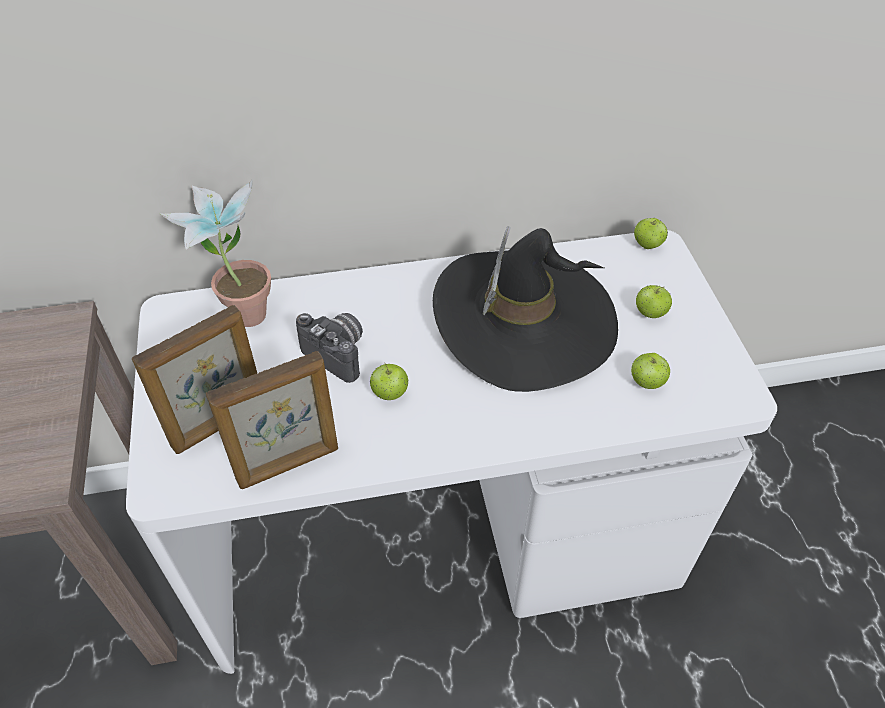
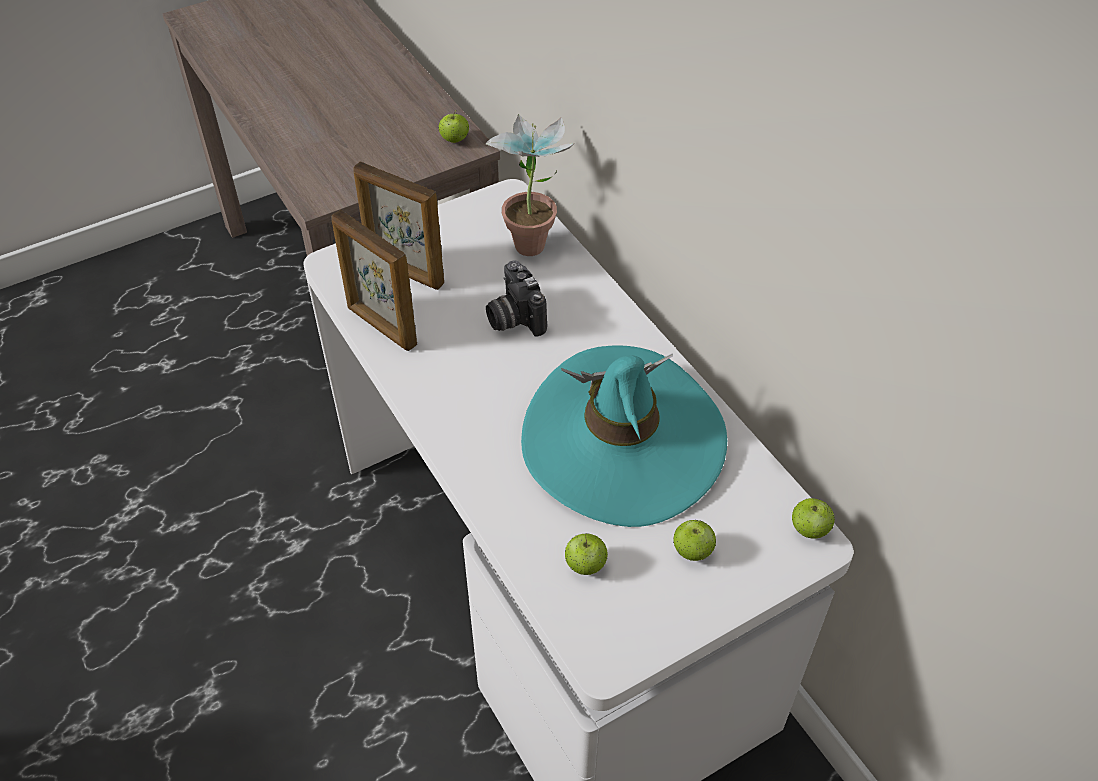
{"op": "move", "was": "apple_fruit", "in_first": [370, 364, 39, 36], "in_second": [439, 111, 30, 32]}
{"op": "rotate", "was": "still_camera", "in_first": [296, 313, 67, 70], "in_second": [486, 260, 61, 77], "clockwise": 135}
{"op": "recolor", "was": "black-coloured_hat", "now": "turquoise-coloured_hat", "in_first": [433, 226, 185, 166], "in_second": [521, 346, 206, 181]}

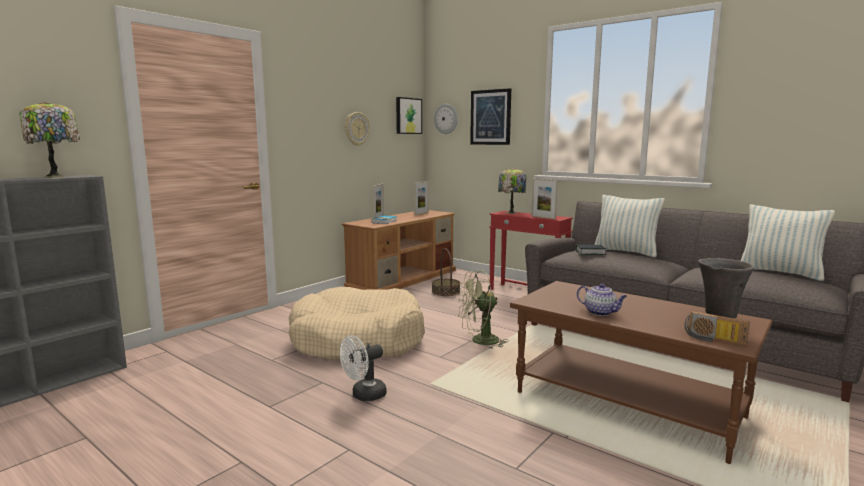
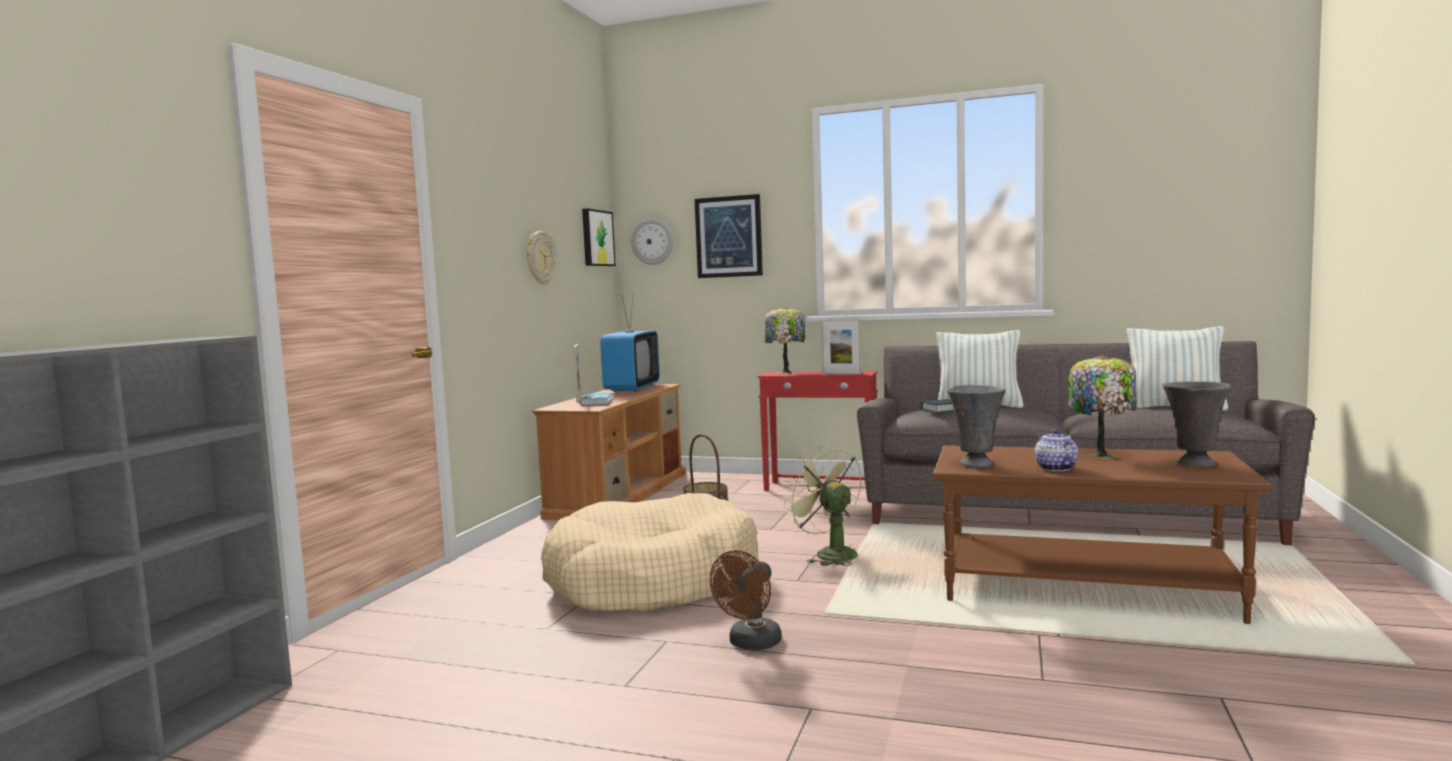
{"op": "replace", "was": "standing_frame", "now": "television", "in_first": [414, 181, 15, 34], "in_second": [600, 294, 60, 98]}
{"op": "recolor", "was": "white-coloured_fan", "now": "brown_fan", "in_first": [340, 335, 47, 66], "in_second": [710, 550, 72, 100]}
{"op": "rotate", "was": "green_fan", "in_first": [458, 270, 51, 79], "in_second": [783, 445, 78, 121], "clockwise": 90}
{"op": "insert", "now": "gray_flower_vase", "in_second": [947, 385, 59, 83]}
{"op": "rotate", "was": "teapot", "in_first": [577, 283, 50, 33], "in_second": [1035, 429, 43, 42], "clockwise": -120}
{"op": "move", "was": "lamp_for_a_table", "in_first": [19, 102, 61, 76], "in_second": [1069, 355, 68, 104]}
{"op": "delete", "was": "radio_receiver", "in_first": [684, 311, 66, 34]}

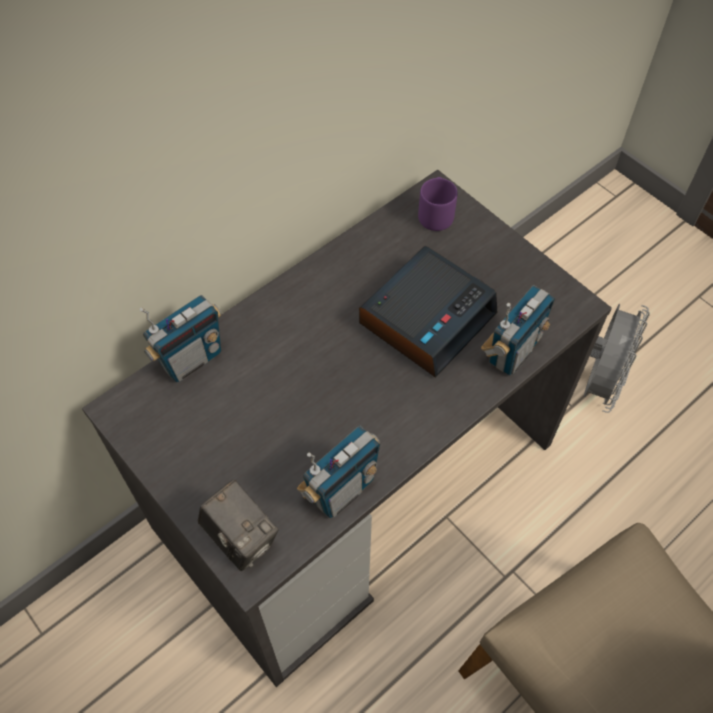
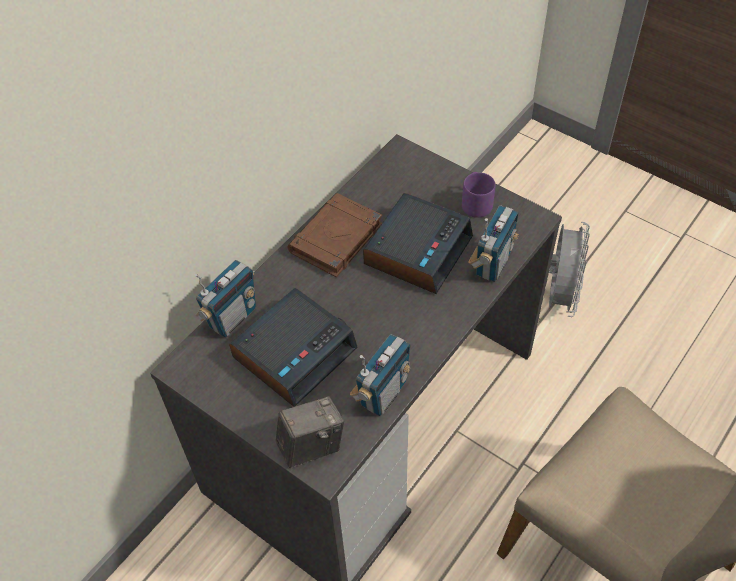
{"op": "insert", "now": "table_clock", "in_second": [229, 288, 129, 119]}
{"op": "rotate", "was": "still_camera", "in_first": [198, 480, 80, 91], "in_second": [276, 396, 68, 72], "clockwise": -60}
{"op": "insert", "now": "brown_volume", "in_second": [287, 193, 95, 85]}
{"op": "move", "was": "purple-coloured_tea_mug", "in_first": [418, 177, 40, 54], "in_second": [462, 172, 33, 46]}

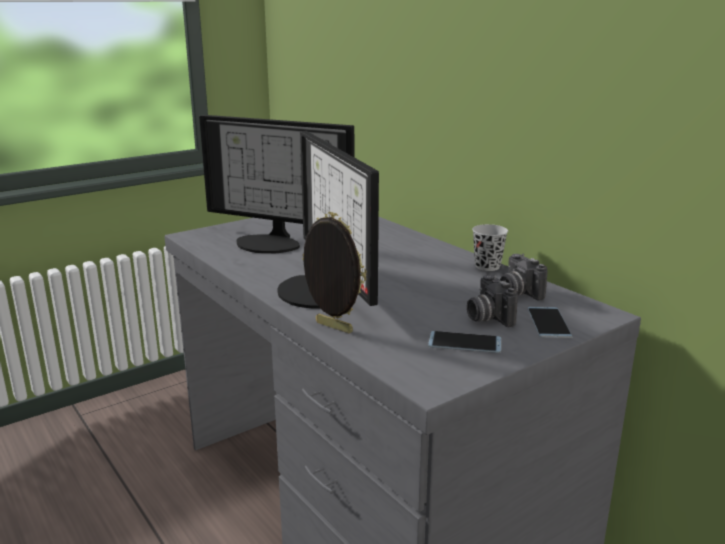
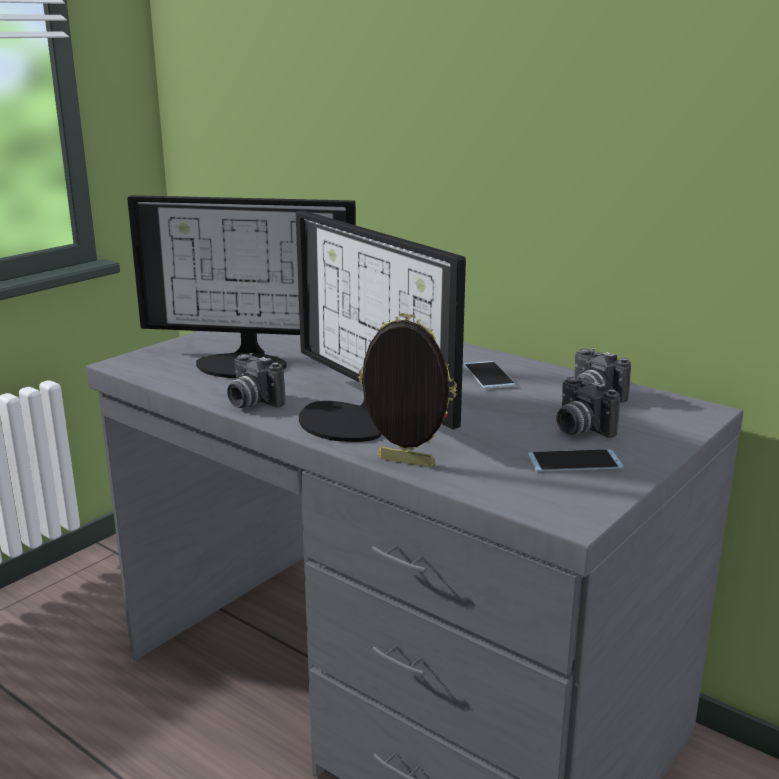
{"op": "insert", "now": "still_camera", "in_second": [227, 353, 59, 55]}
{"op": "move", "was": "telephone", "in_first": [528, 307, 44, 31], "in_second": [464, 361, 52, 28]}
{"op": "delete", "was": "black-coloured_drinking_cup", "in_first": [472, 224, 36, 47]}

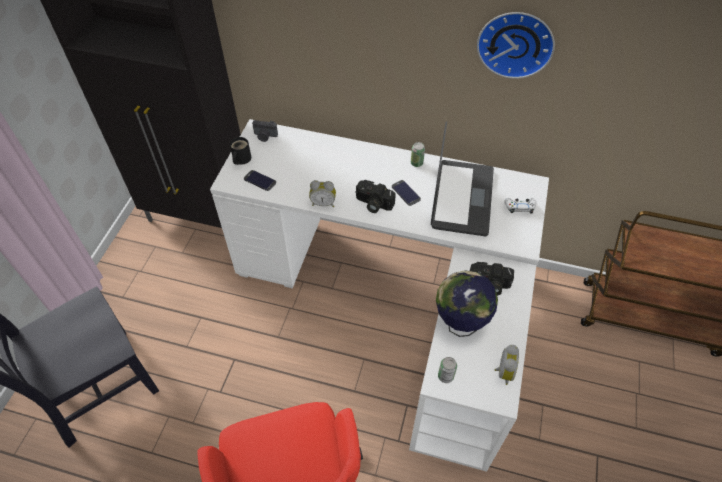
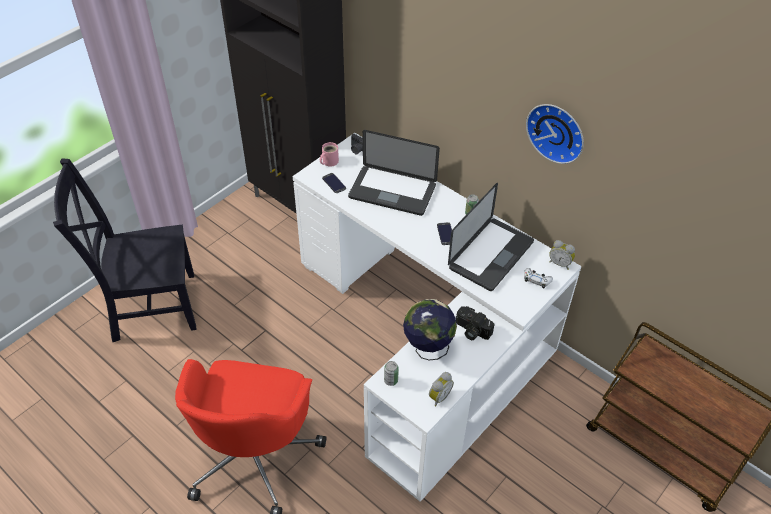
{"op": "recolor", "was": "black-coloured_tea_mug", "now": "pink-coloured_tea_mug", "in_first": [230, 137, 21, 28], "in_second": [320, 142, 19, 25]}
{"op": "insert", "now": "notebook_computer", "in_second": [348, 130, 92, 86]}
{"op": "move", "was": "table_clock", "in_first": [309, 180, 27, 27], "in_second": [549, 240, 26, 30]}
{"op": "delete", "was": "still_camera", "in_first": [355, 180, 41, 33]}

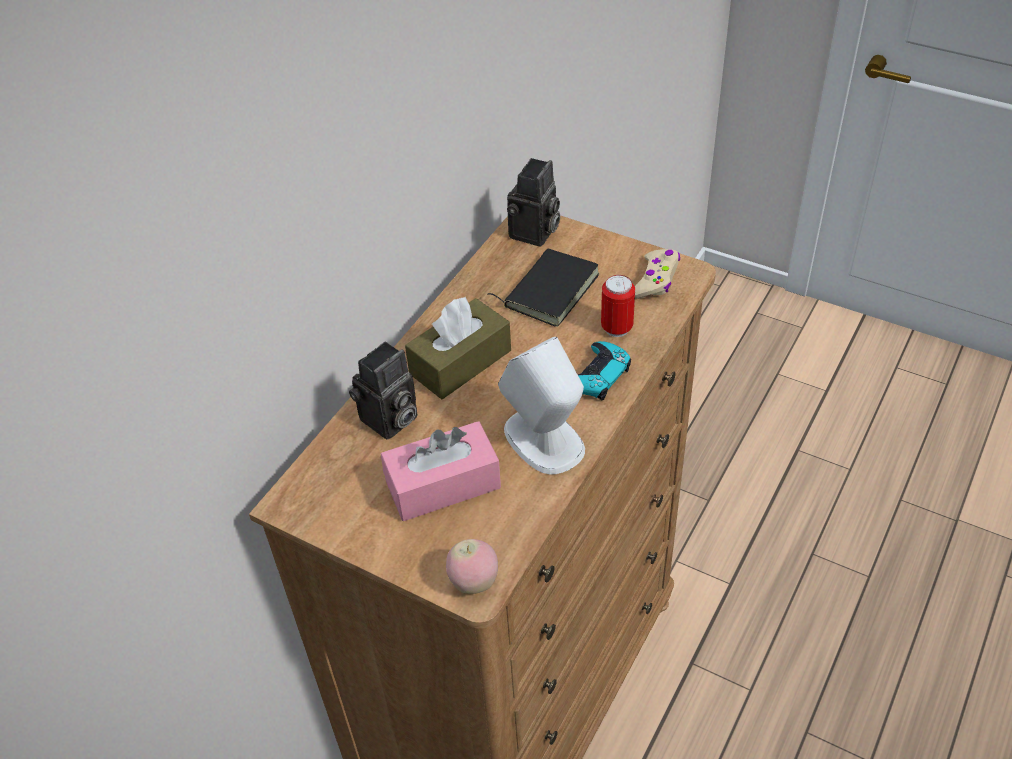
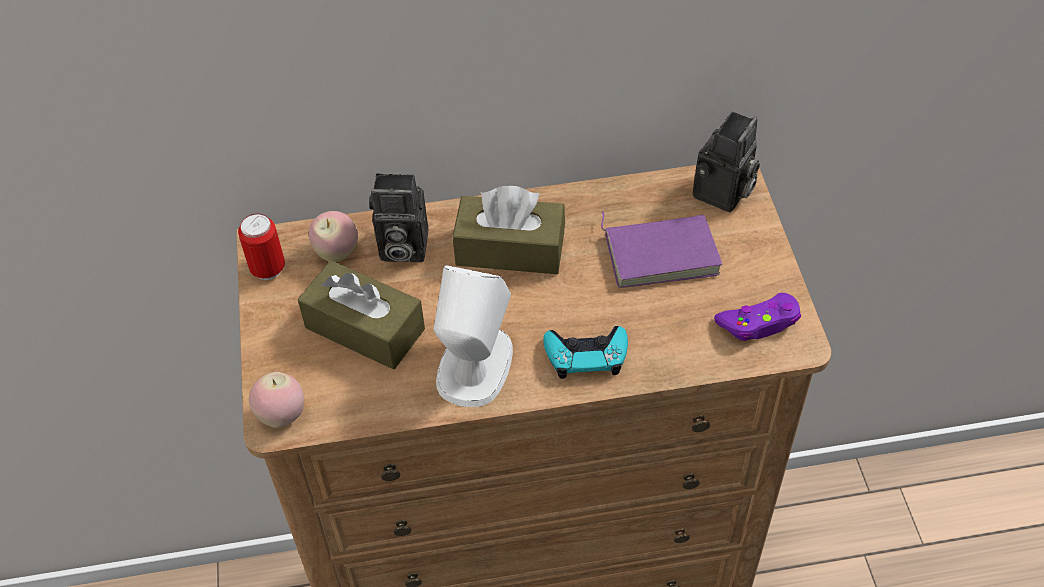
{"op": "move", "was": "can", "in_first": [601, 275, 34, 62], "in_second": [238, 213, 47, 67]}
{"op": "recolor", "was": "pink-coloured_box_of_tissues", "now": "brown_box_of_tissues", "in_first": [381, 421, 120, 100], "in_second": [298, 260, 127, 109]}
{"op": "insert", "now": "apple_fruit", "in_second": [309, 211, 49, 51]}
{"op": "recolor", "was": "black-coloured_volume", "now": "purple-coloured_volume", "in_first": [488, 248, 111, 79], "in_second": [601, 212, 122, 76]}
{"op": "rotate", "was": "still_camera", "in_first": [507, 158, 53, 88], "in_second": [693, 111, 67, 101], "clockwise": -45}
{"op": "recolor", "was": "sand-coloured_game_controller", "now": "purple-coloured_game_controller", "in_first": [635, 249, 45, 50], "in_second": [714, 293, 87, 48]}

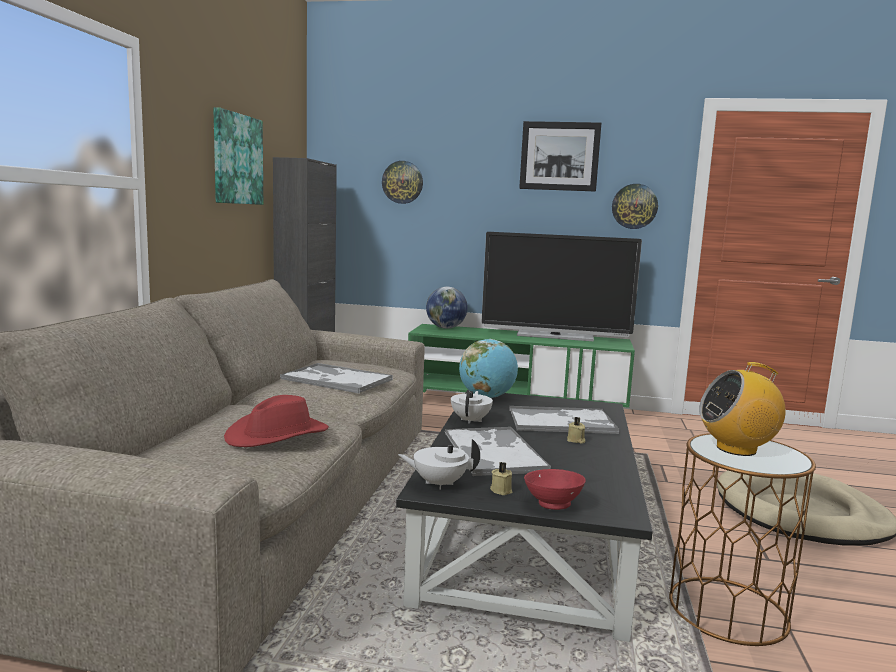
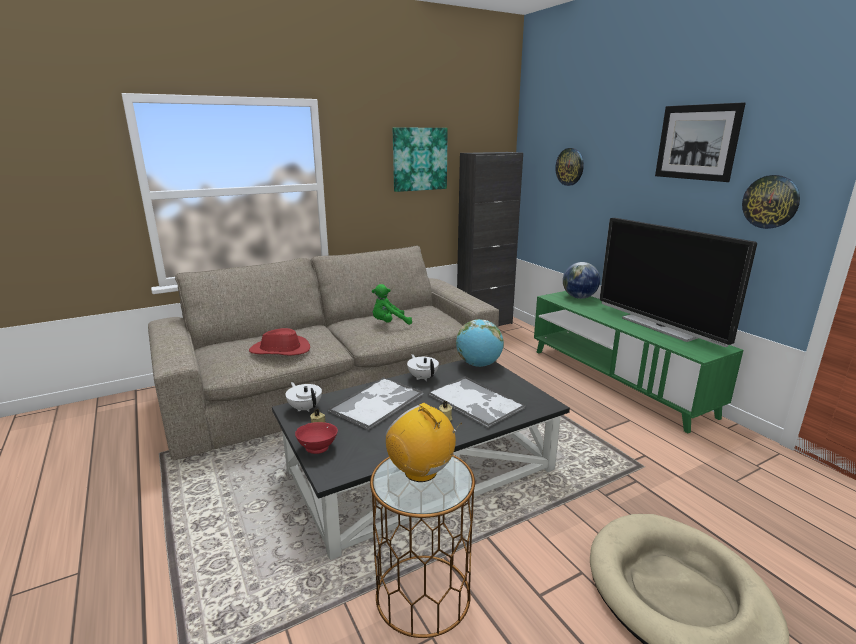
{"op": "replace", "was": "tray", "now": "green_cuddly_toy", "in_first": [280, 363, 113, 31], "in_second": [372, 284, 40, 41]}
{"op": "rotate", "was": "white-coloured_teapot", "in_first": [451, 390, 42, 34], "in_second": [407, 354, 32, 27], "clockwise": -90}

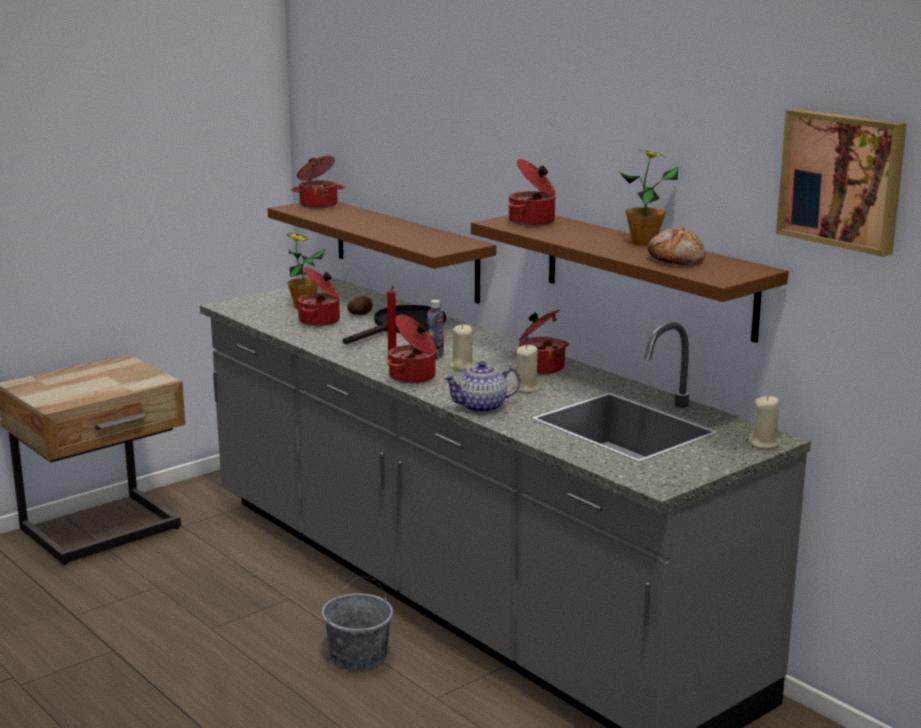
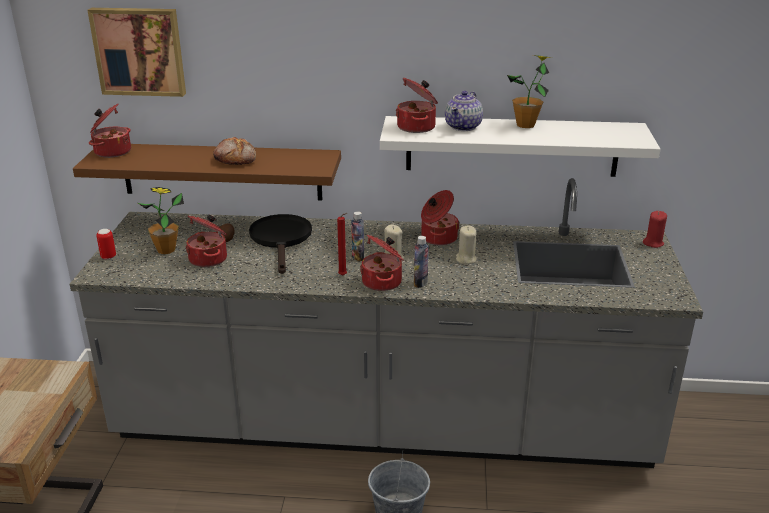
{"op": "move", "was": "wall_picture", "in_first": [776, 109, 131, 148], "in_second": [88, 8, 98, 89]}
{"op": "insert", "now": "can", "in_second": [96, 229, 20, 31]}
{"op": "move", "was": "bread", "in_first": [648, 228, 58, 37], "in_second": [213, 137, 43, 28]}
{"op": "recolor", "was": "brown_wall_shelf", "now": "white-coloured_wall_shelf", "in_first": [471, 215, 318, 128], "in_second": [380, 116, 281, 61]}
{"op": "insert", "now": "drink_bottle", "in_second": [414, 236, 15, 52]}
{"op": "move", "was": "teapot", "in_first": [443, 361, 78, 52], "in_second": [445, 91, 38, 40]}
{"op": "recolor", "was": "sand-coloured_wax_candle", "now": "reddish_wax_candle", "in_first": [748, 395, 33, 54], "in_second": [643, 211, 24, 37]}

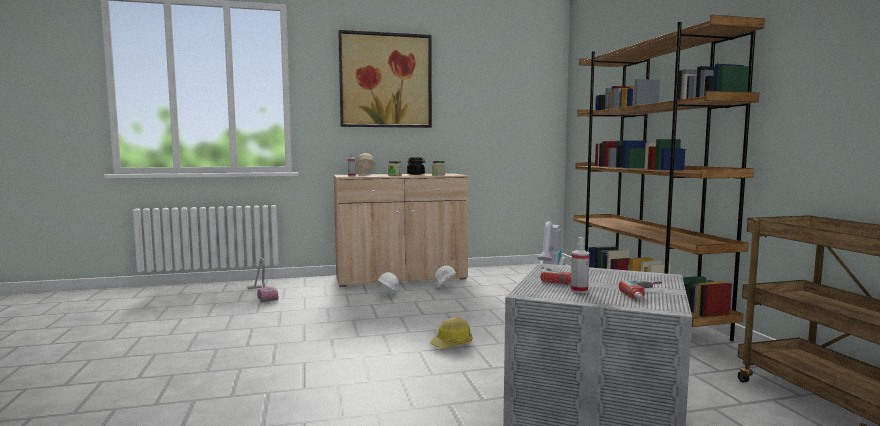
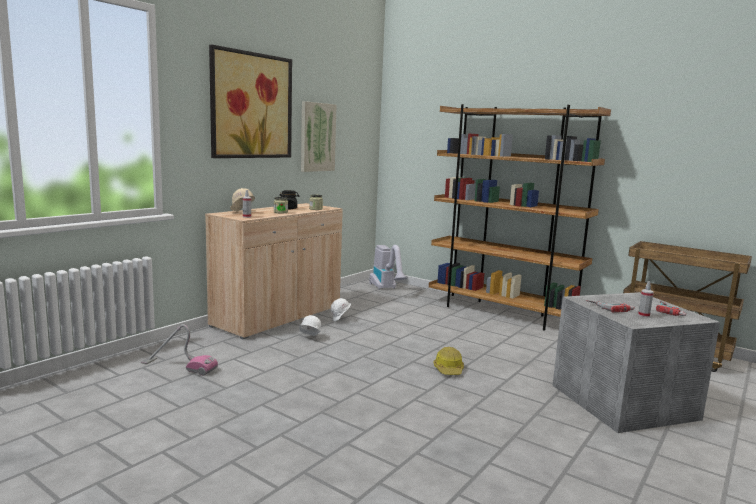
{"op": "insert", "now": "wall_picture", "in_second": [301, 101, 35, 71]}

